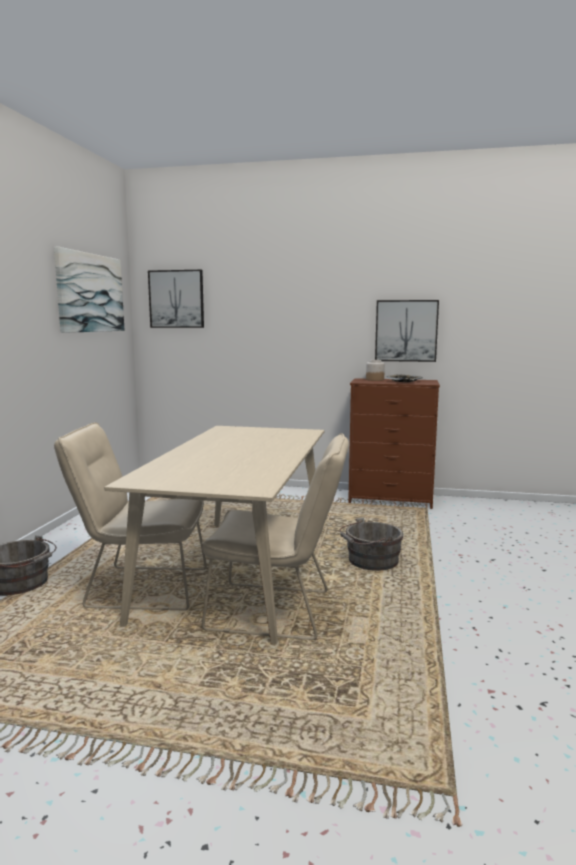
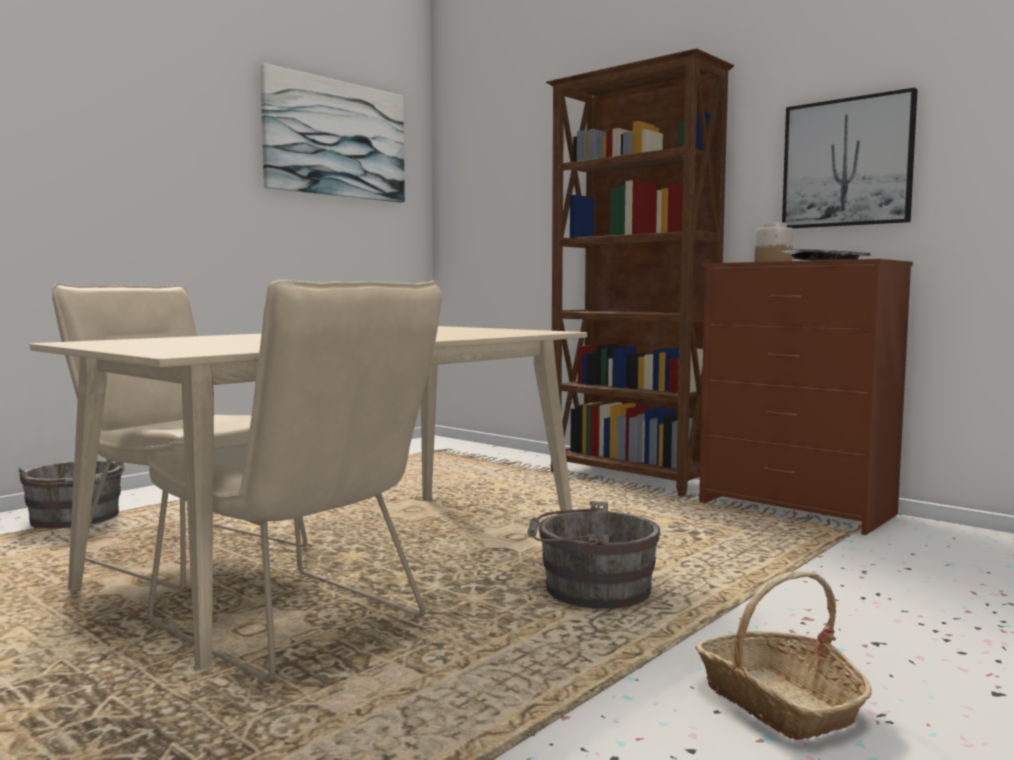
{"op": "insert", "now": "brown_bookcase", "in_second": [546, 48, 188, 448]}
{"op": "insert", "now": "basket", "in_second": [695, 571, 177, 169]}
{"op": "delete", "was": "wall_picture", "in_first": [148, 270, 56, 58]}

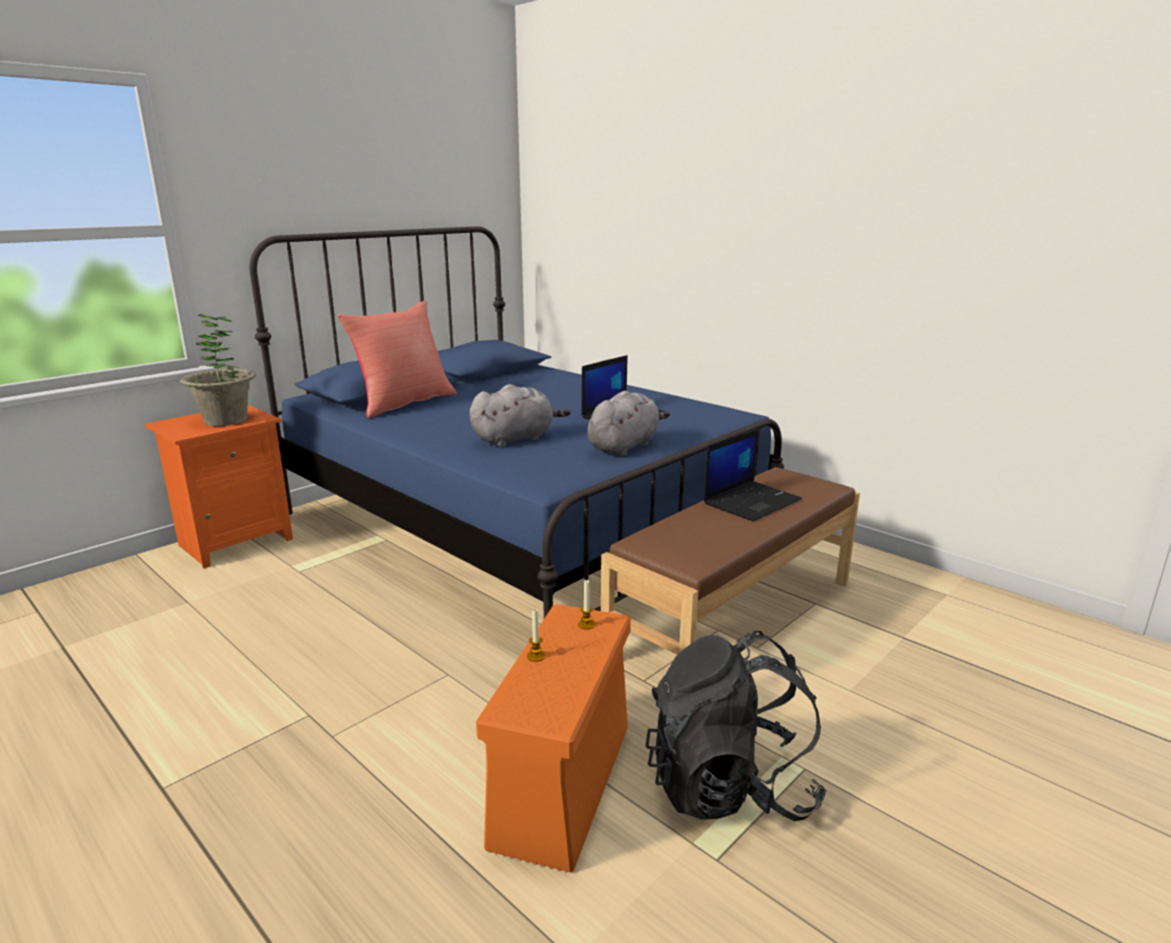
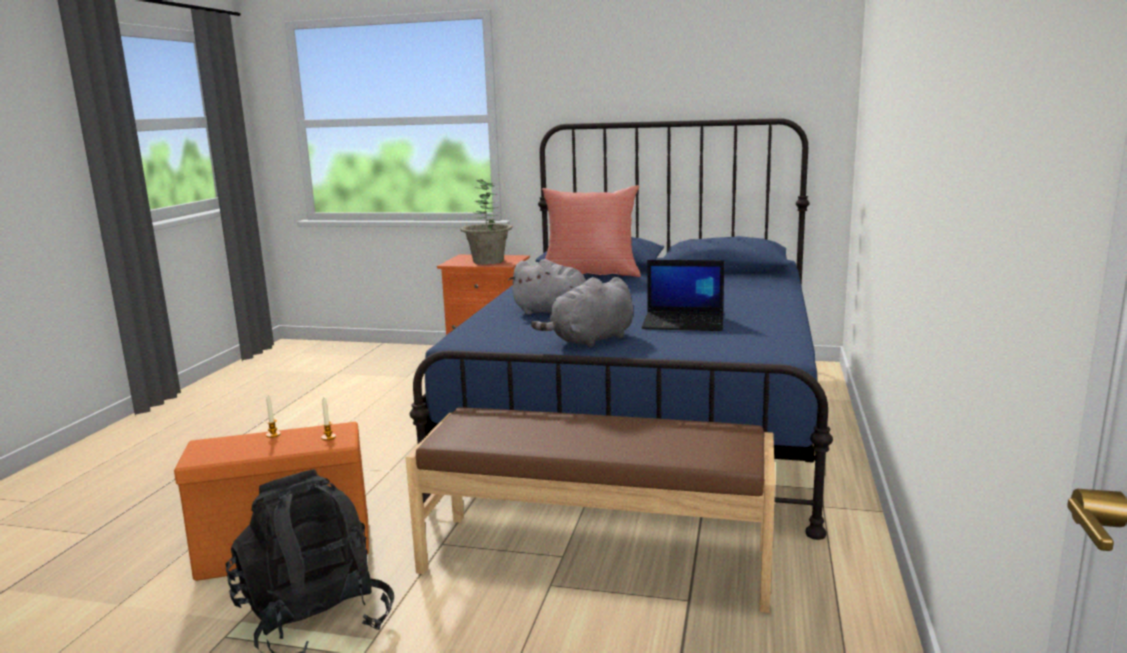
{"op": "rotate", "was": "gray_cuddly_toy", "in_first": [587, 391, 83, 65], "in_second": [531, 277, 102, 71], "clockwise": 135}
{"op": "delete", "was": "notebook_computer", "in_first": [703, 429, 99, 92]}

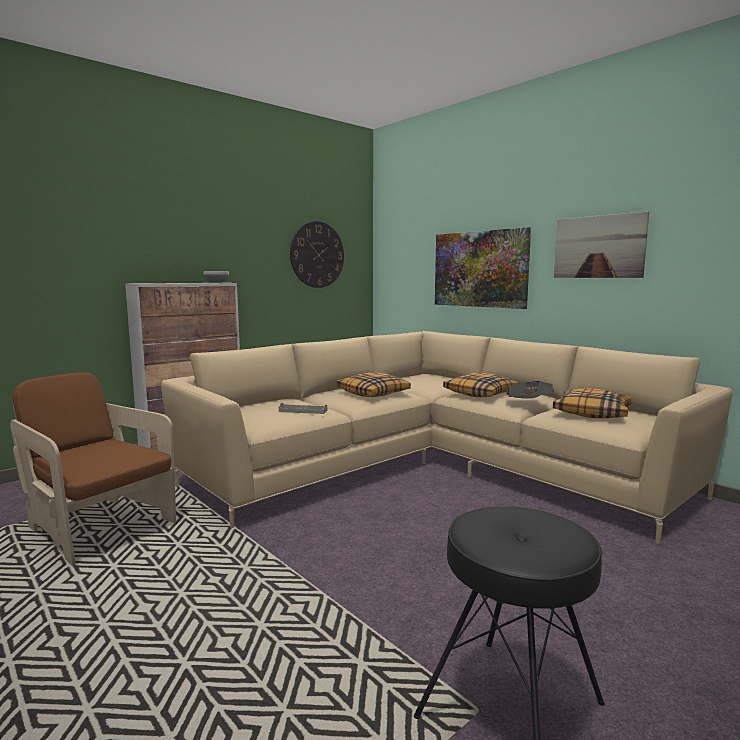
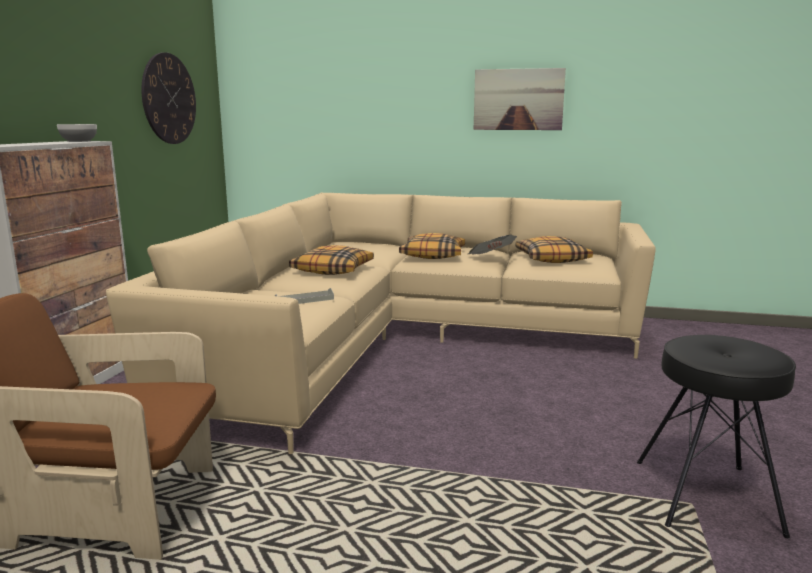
{"op": "delete", "was": "wall_picture", "in_first": [435, 227, 96, 82]}

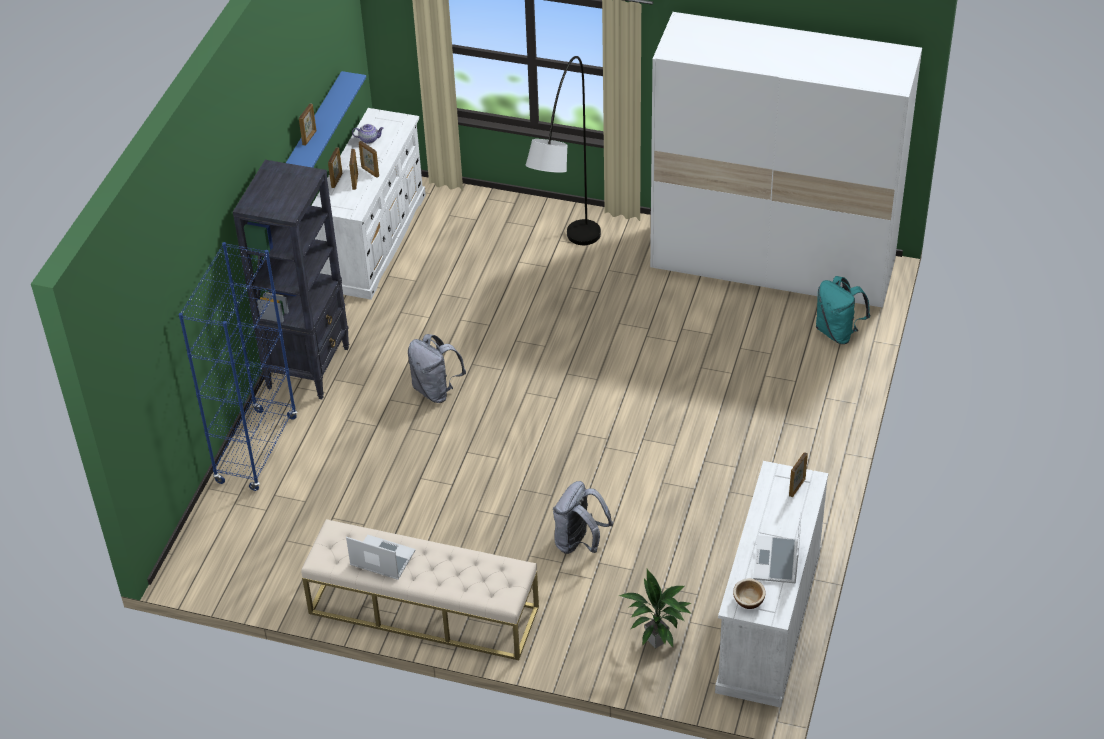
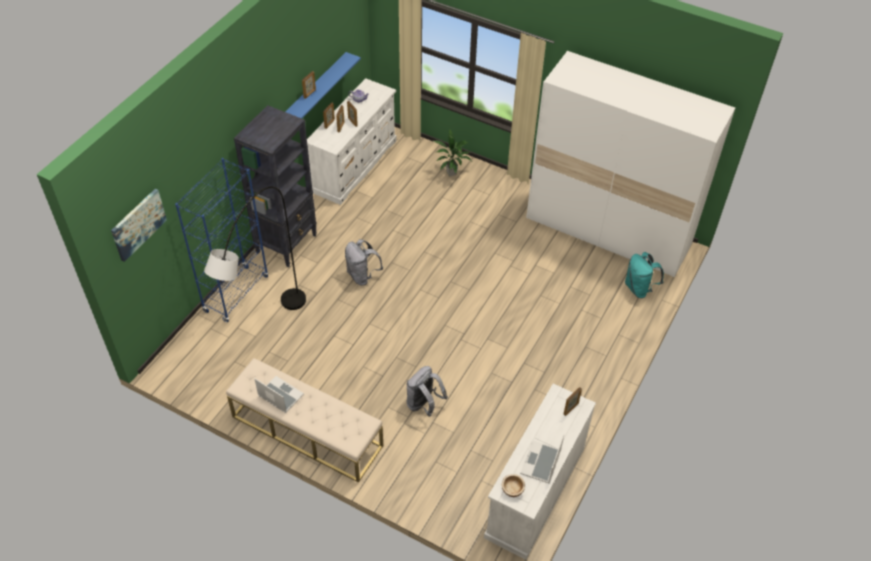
{"op": "insert", "now": "wall_picture", "in_second": [111, 189, 56, 73]}
{"op": "move", "was": "gray_floor_lamp", "in_first": [525, 56, 76, 189], "in_second": [204, 186, 102, 124]}
{"op": "move", "was": "houseplant", "in_first": [618, 569, 74, 79], "in_second": [434, 130, 38, 47]}

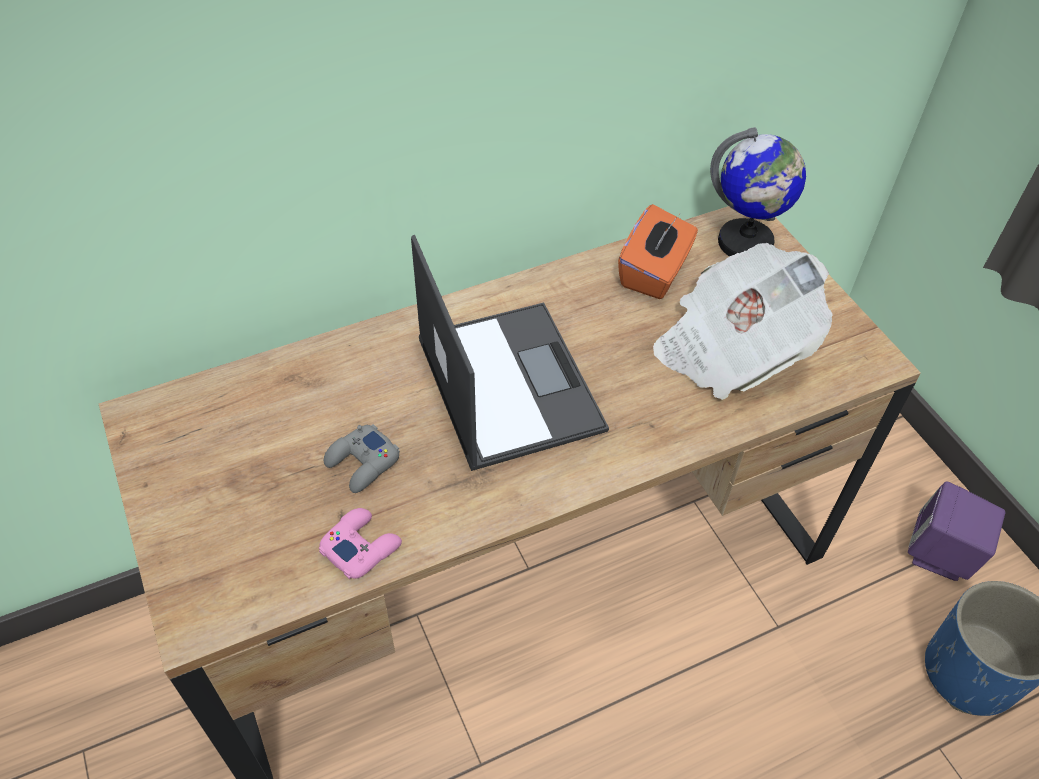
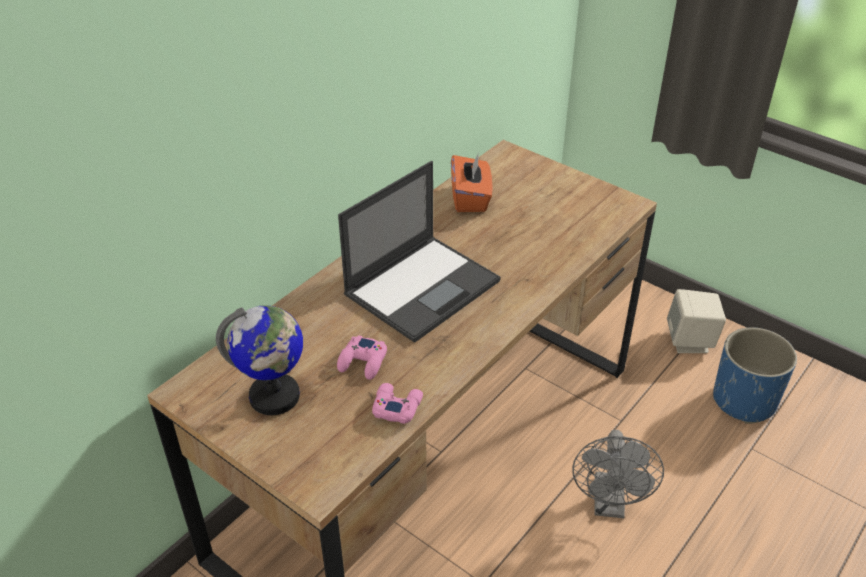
{"op": "move", "was": "world_globe", "in_first": [710, 127, 96, 129], "in_second": [216, 305, 87, 110]}
{"op": "recolor", "was": "gray_game_controller", "now": "pink-coloured_game_controller", "in_first": [324, 424, 76, 69], "in_second": [337, 335, 50, 45]}
{"op": "rotate", "was": "notebook_computer", "in_first": [411, 235, 198, 236], "in_second": [338, 161, 163, 182], "clockwise": 90}
{"op": "insert", "now": "gray_fan", "in_second": [572, 430, 92, 88]}
{"op": "recolor", "was": "purple-coloured_loudspeaker", "now": "sand-coloured_loudspeaker", "in_first": [908, 481, 97, 100], "in_second": [667, 289, 59, 64]}
{"op": "delete", "was": "printed_paper", "in_first": [653, 243, 180, 157]}

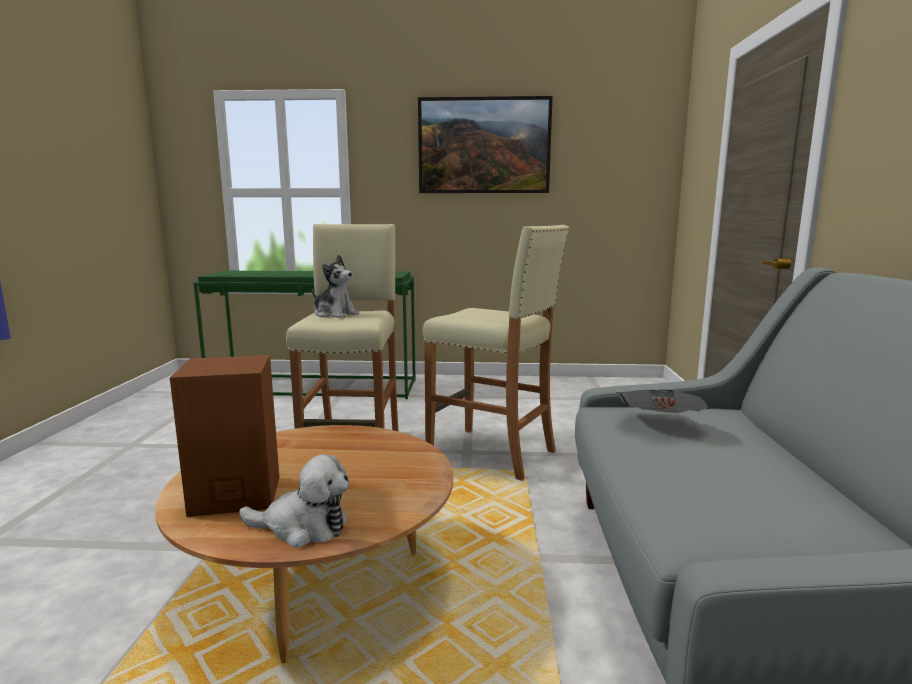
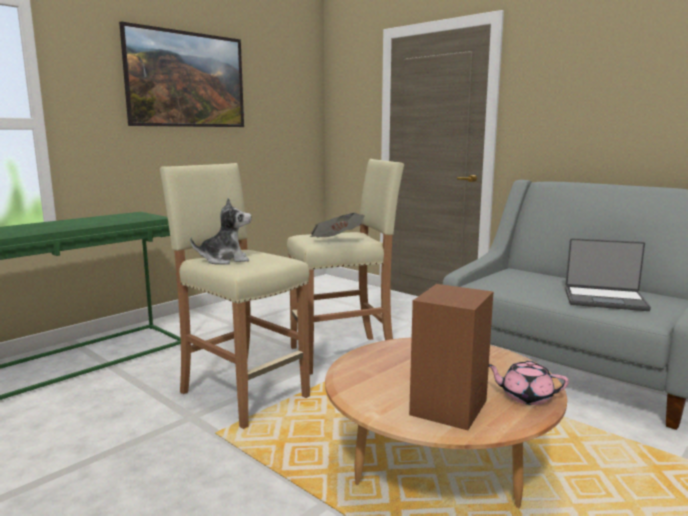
{"op": "move", "was": "printed_paper", "in_first": [616, 389, 94, 24], "in_second": [310, 213, 55, 24]}
{"op": "replace", "was": "cuddly_toy", "now": "pink-coloured_teapot", "in_first": [239, 454, 110, 94], "in_second": [489, 360, 80, 45]}
{"op": "insert", "now": "notebook_computer", "in_second": [565, 238, 86, 73]}

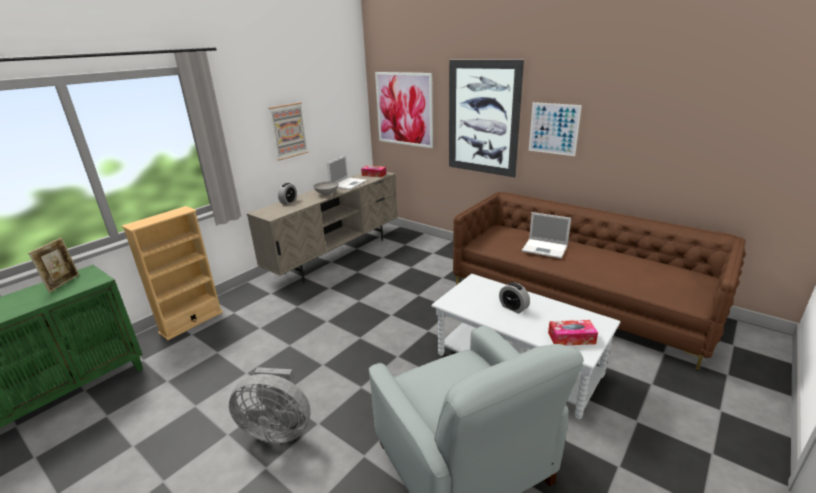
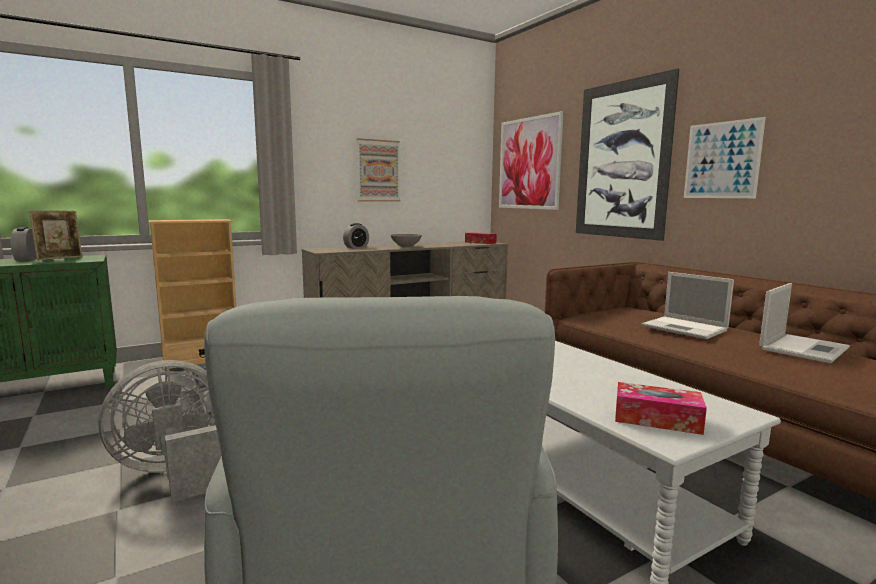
{"op": "move", "was": "table_clock", "in_first": [499, 282, 31, 32], "in_second": [11, 227, 26, 34]}
{"op": "rotate", "was": "gray_fan", "in_first": [229, 367, 82, 76], "in_second": [98, 360, 123, 142], "clockwise": 120}
{"op": "move", "was": "notebook_computer", "in_first": [327, 155, 40, 35], "in_second": [759, 283, 91, 80]}

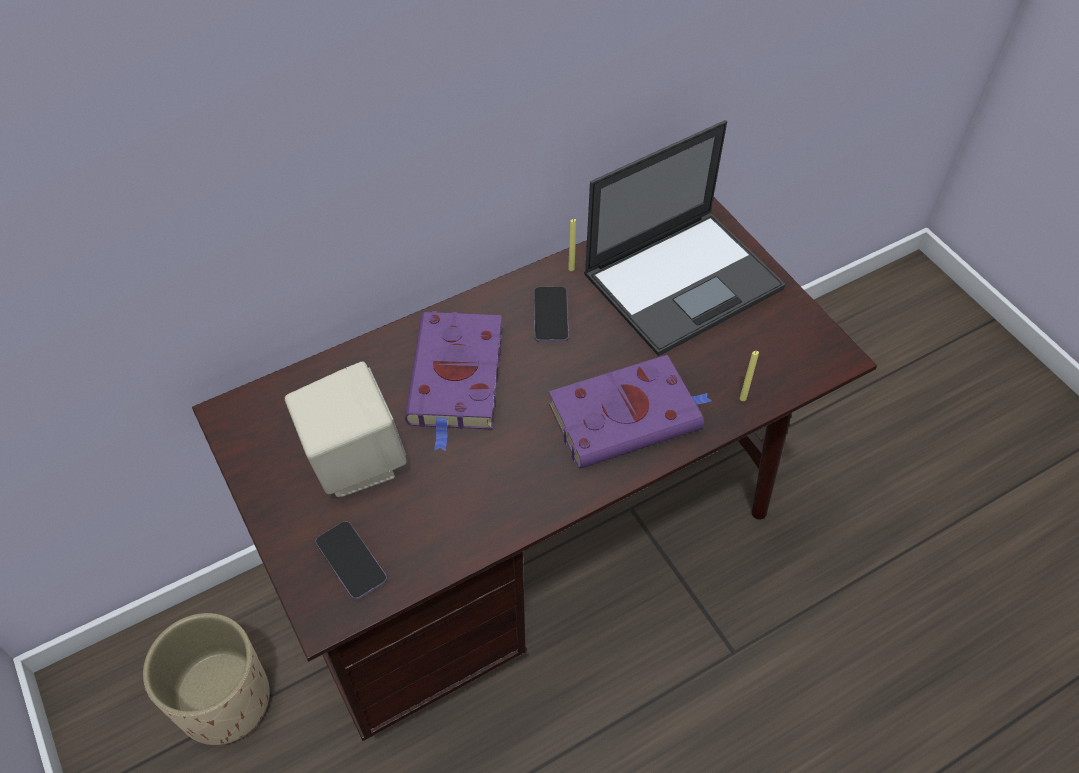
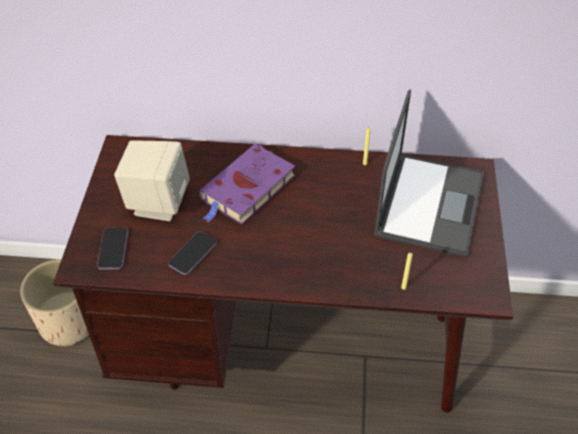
{"op": "move", "was": "telephone", "in_first": [534, 287, 35, 55], "in_second": [168, 231, 49, 44]}
{"op": "rotate", "was": "notebook_computer", "in_first": [584, 120, 202, 236], "in_second": [373, 89, 111, 169], "clockwise": -75}
{"op": "delete", "was": "purple-coloured_volume", "in_first": [549, 355, 163, 114]}

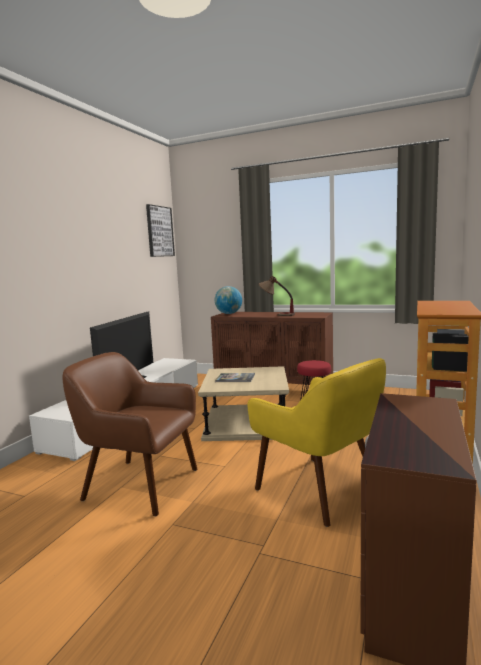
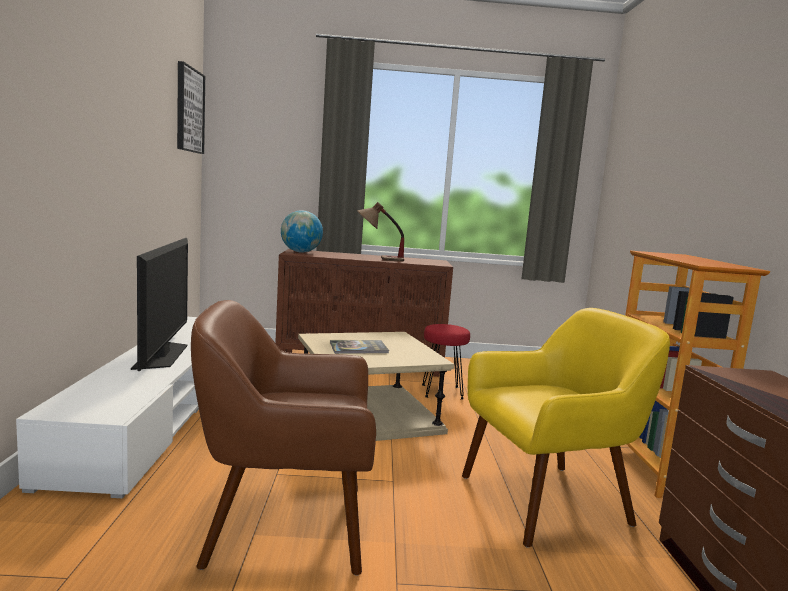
{"op": "rotate", "was": "yellow-coloured_lounge_chair", "in_first": [248, 358, 138, 169], "in_second": [462, 308, 208, 240], "clockwise": -45}

